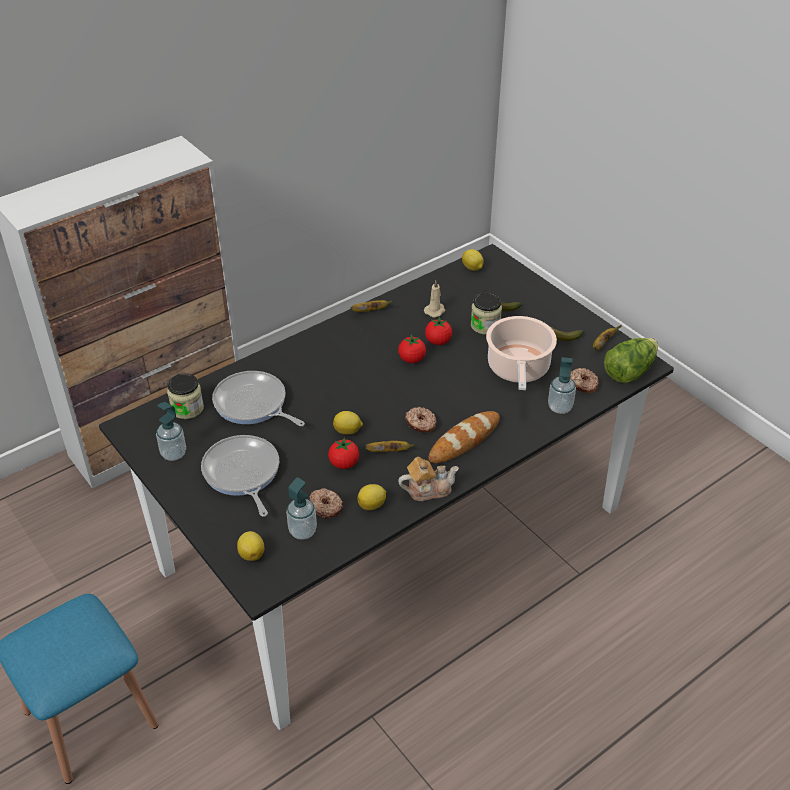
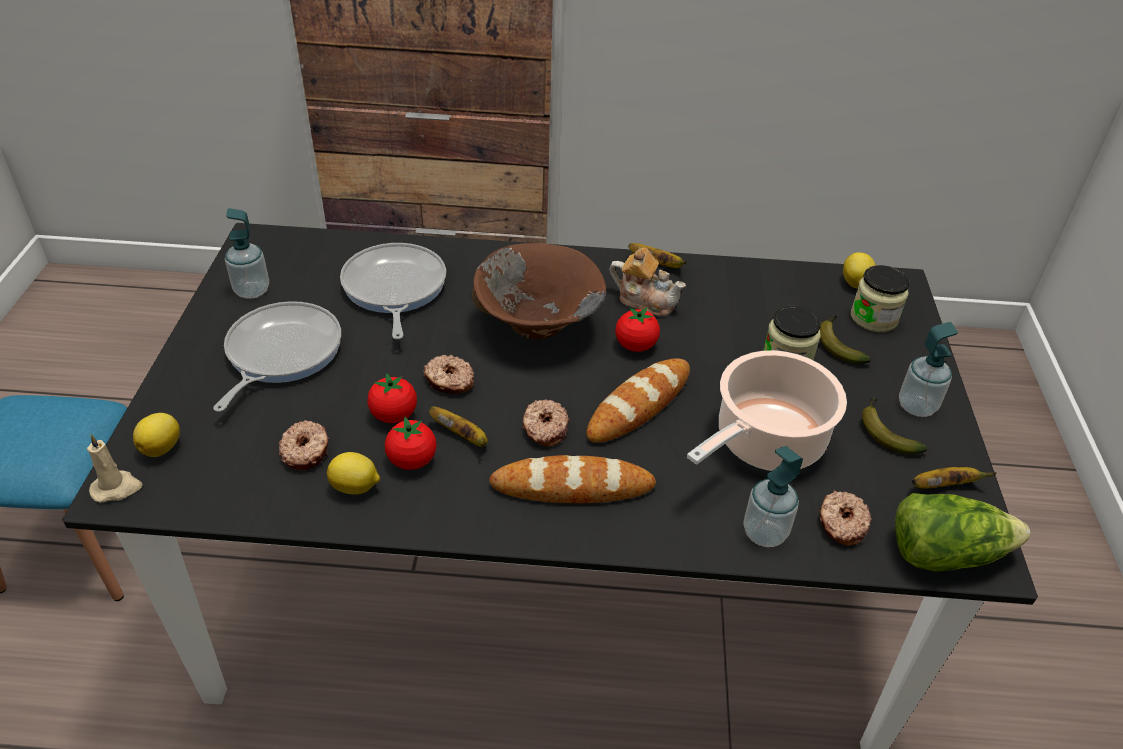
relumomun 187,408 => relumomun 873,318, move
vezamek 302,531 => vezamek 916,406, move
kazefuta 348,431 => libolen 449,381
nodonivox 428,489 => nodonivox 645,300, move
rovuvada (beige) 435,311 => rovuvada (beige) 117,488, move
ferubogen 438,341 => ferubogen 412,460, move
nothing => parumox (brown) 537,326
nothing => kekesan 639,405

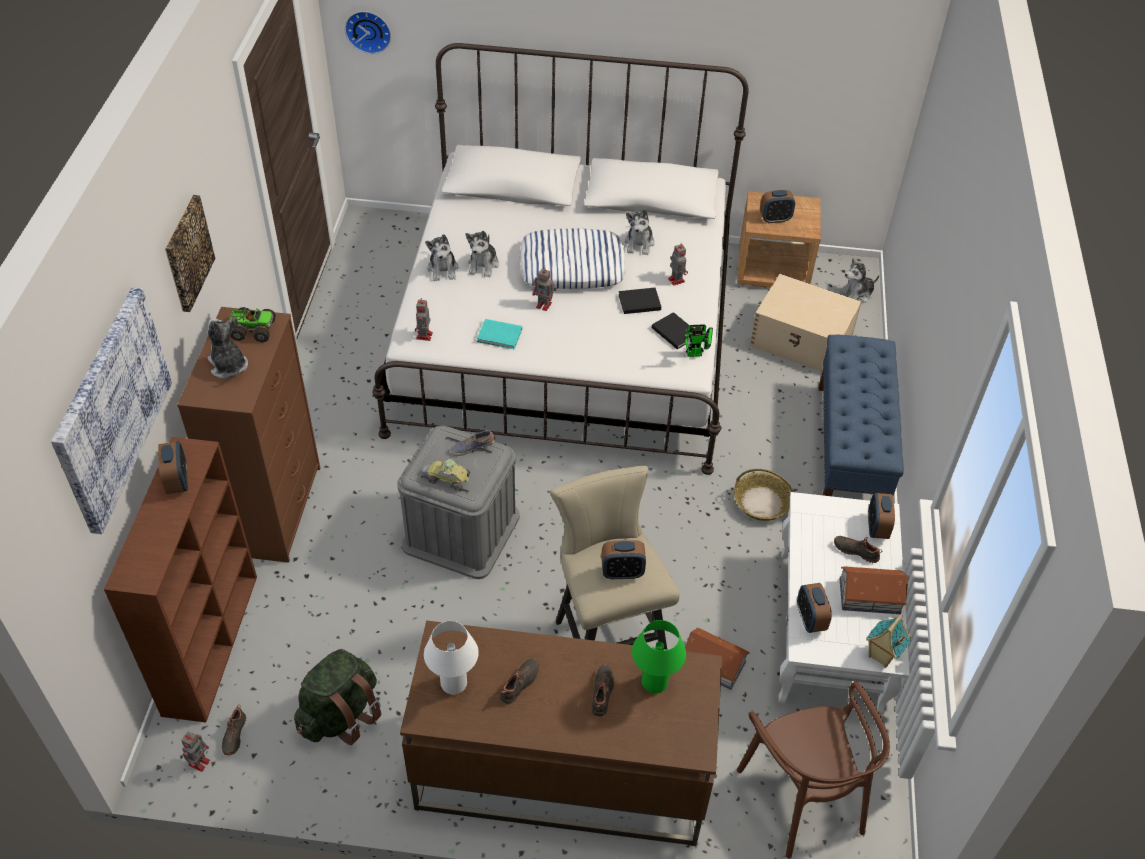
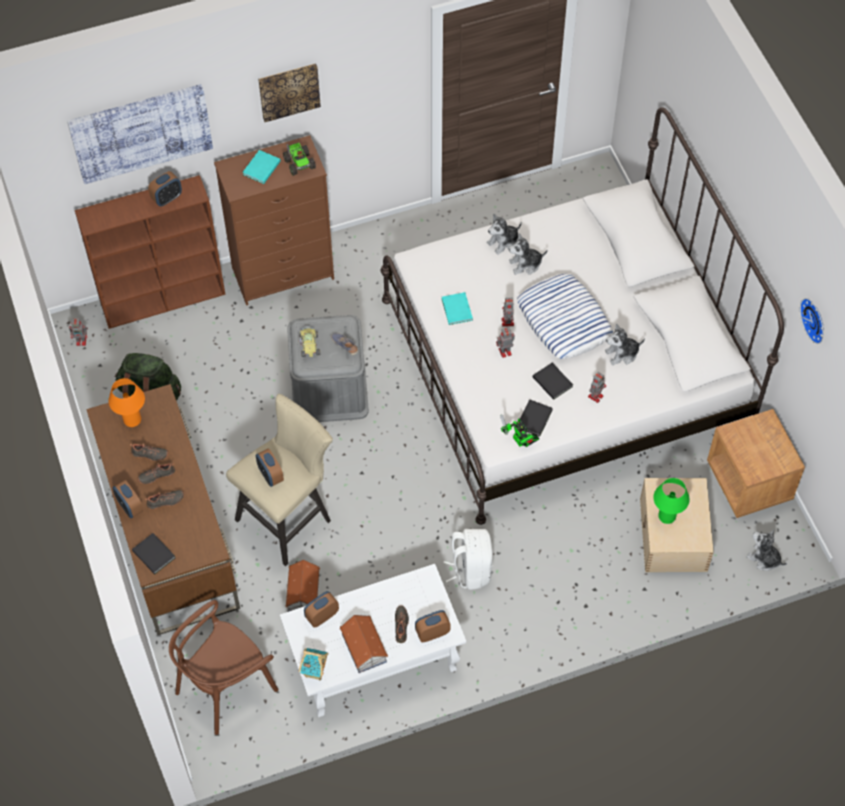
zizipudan 228,366 => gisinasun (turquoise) 260,168
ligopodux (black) 233,735 => ligopodux (black) 156,475, move
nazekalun 368,30 => nazekalun 815,319, move
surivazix 424,336 => surivazix 504,352, move
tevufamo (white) 453,683 => tevufamo (orange) 132,420
tevufamo (green) 654,682 => tevufamo (green) 666,516, move
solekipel 761,503 => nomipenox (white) 470,569
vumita 775,219 => vumita 130,507, move
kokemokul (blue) 849,451 => nothing
nothing => gisinasun (black) 153,553

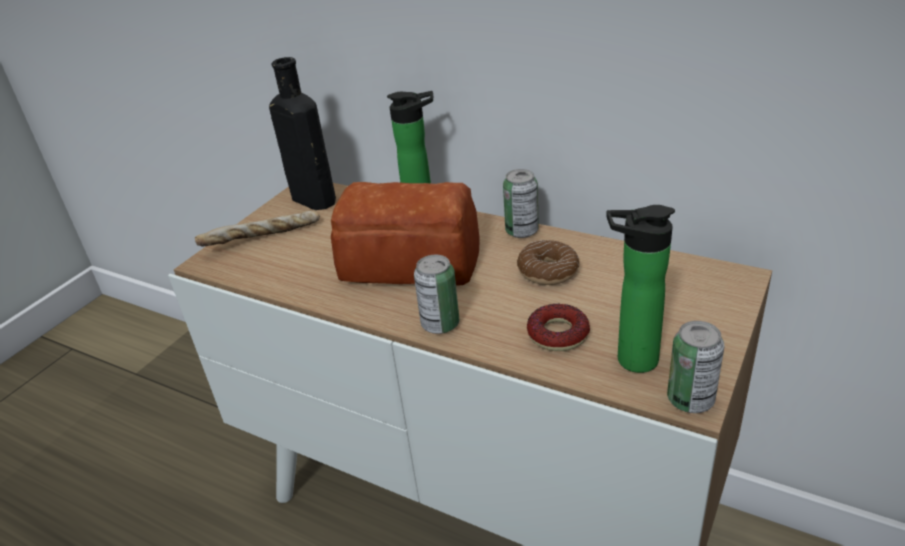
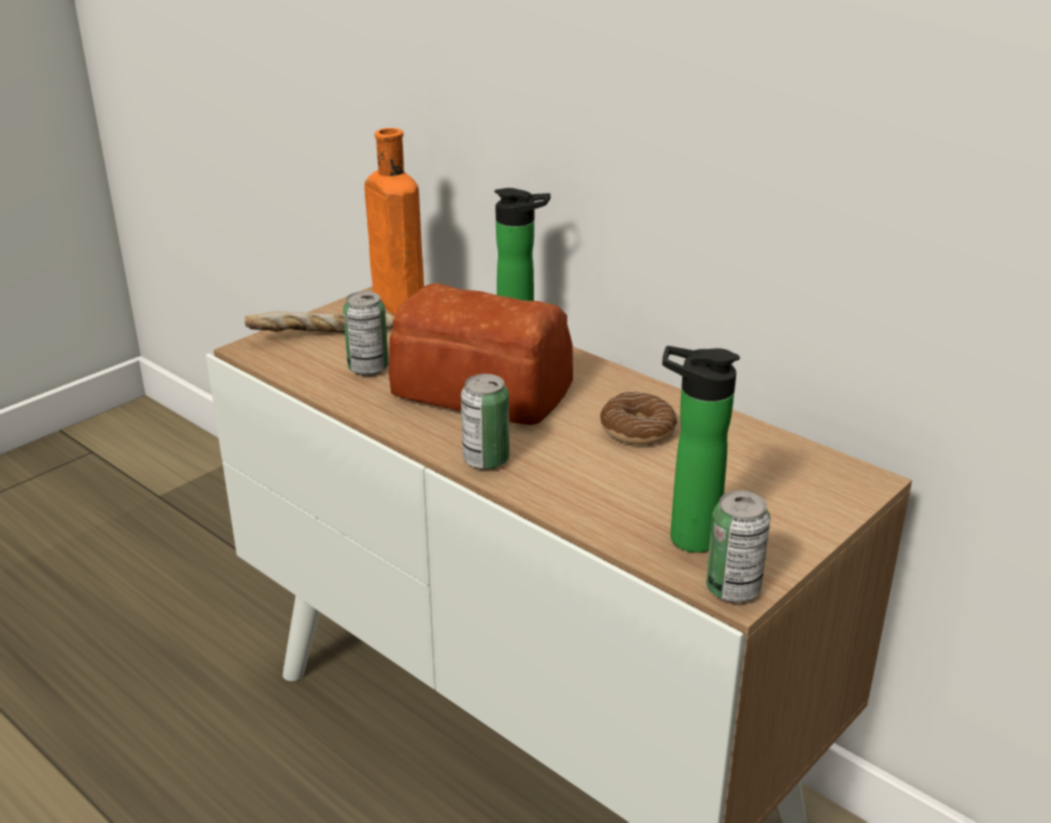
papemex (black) 311,198 => papemex (orange) 396,303
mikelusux 522,231 => mikelusux 368,368, move
libolen 558,334 => nothing

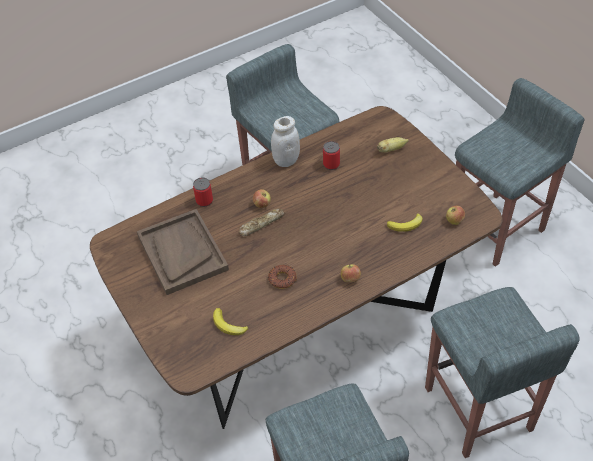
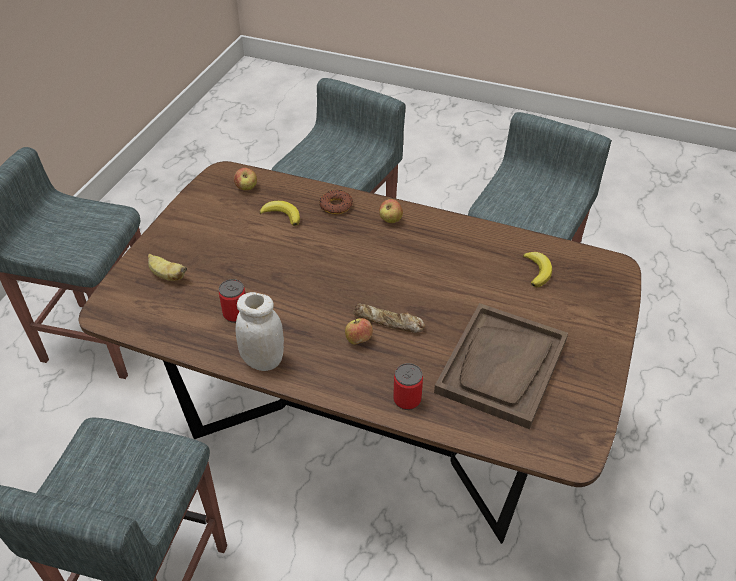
libolen 282,279 => libolen 336,206, move

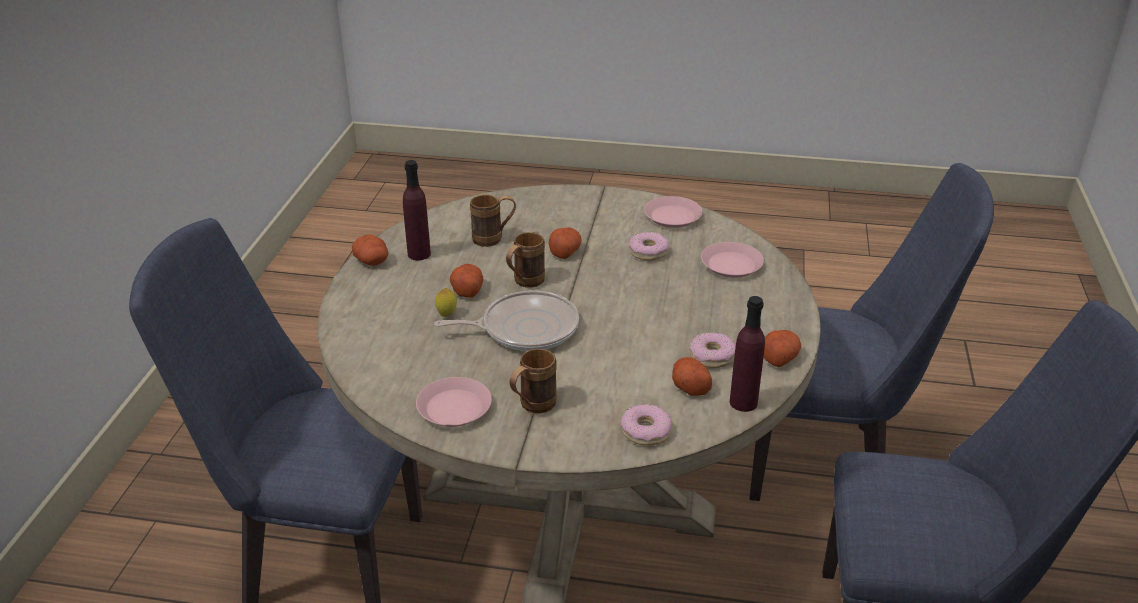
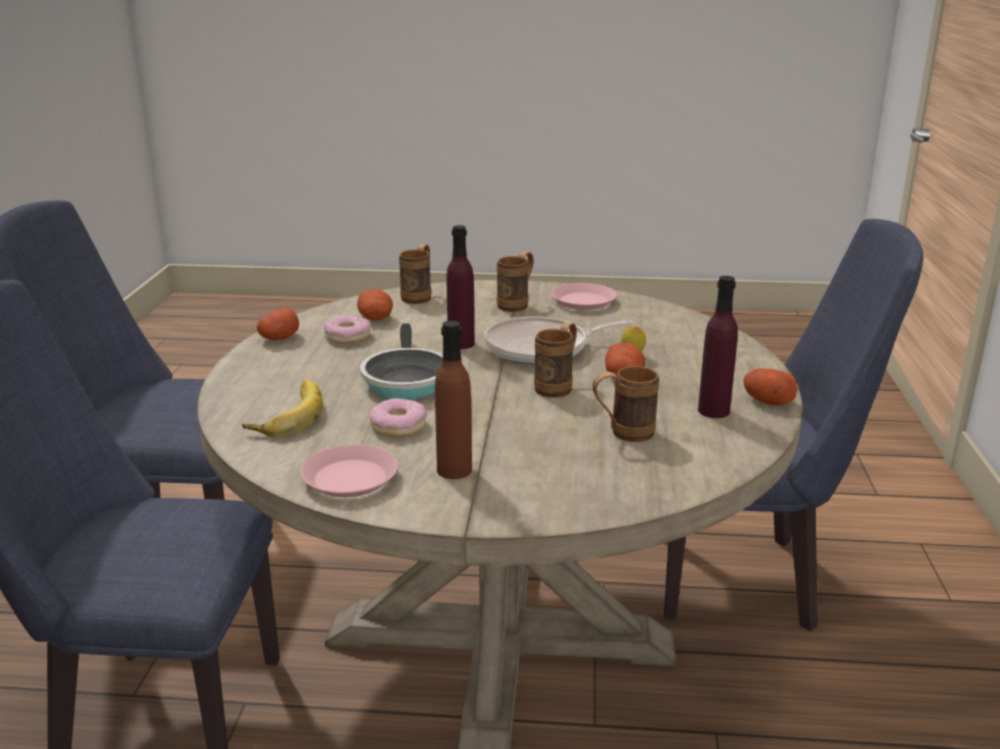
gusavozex 564,252 => nothing
libolen 646,431 => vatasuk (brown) 419,296
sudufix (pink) 732,265 => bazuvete 286,415
papemex (purple) 743,402 => papemex (purple) 461,343, move
nothing => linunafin 405,380
nothing => papemex (brown) 454,470

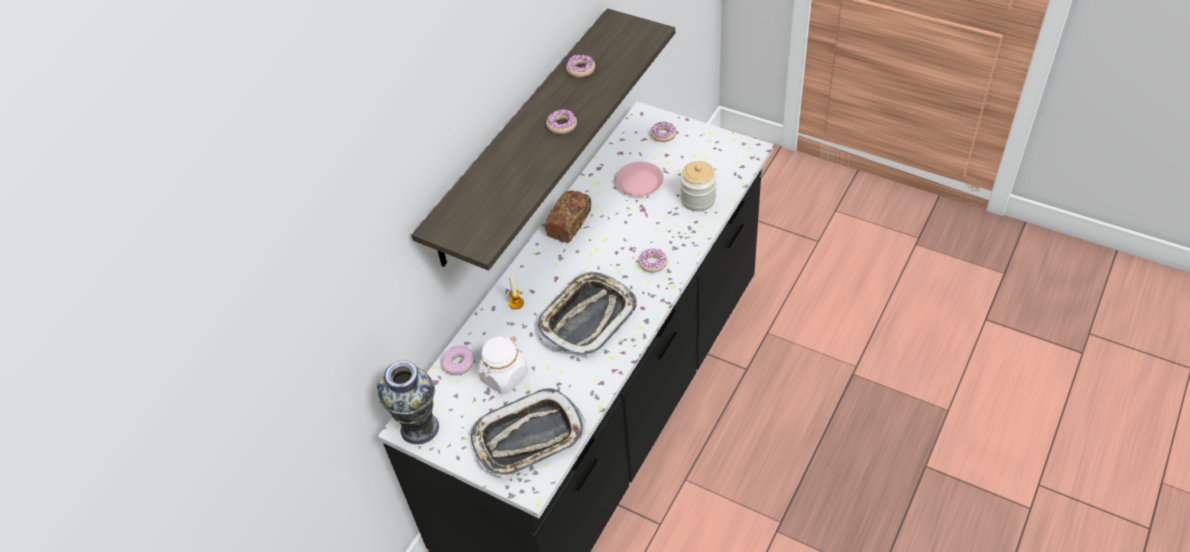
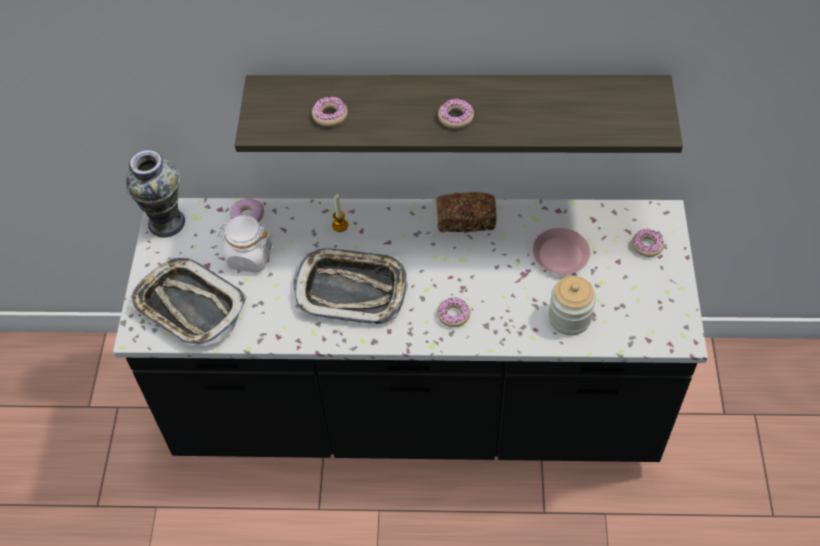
libolen 580,69 => libolen 330,115, move

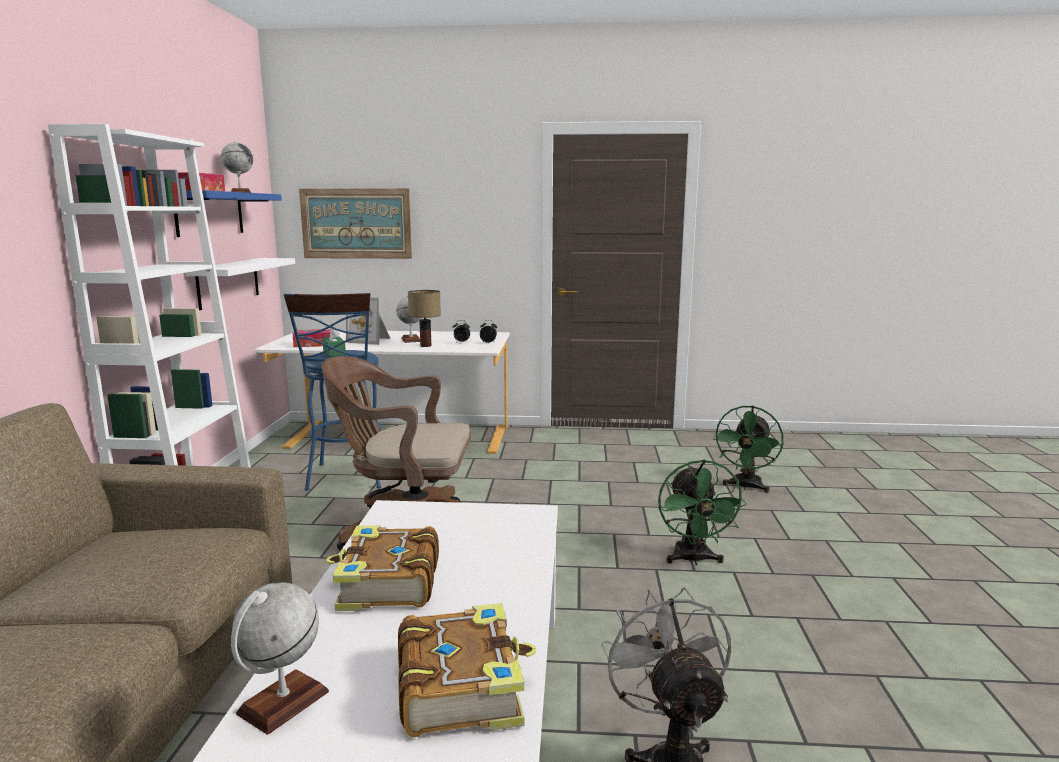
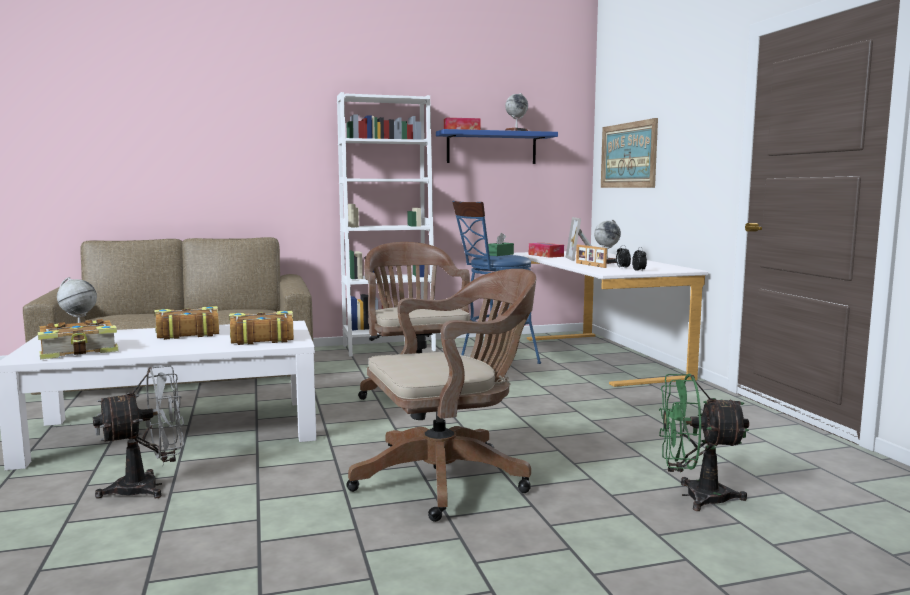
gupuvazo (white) 228,282 => nothing
tevufamo 426,345 => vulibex 590,265
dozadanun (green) 693,560 => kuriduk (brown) 449,479
nothing => gisinasun 261,338

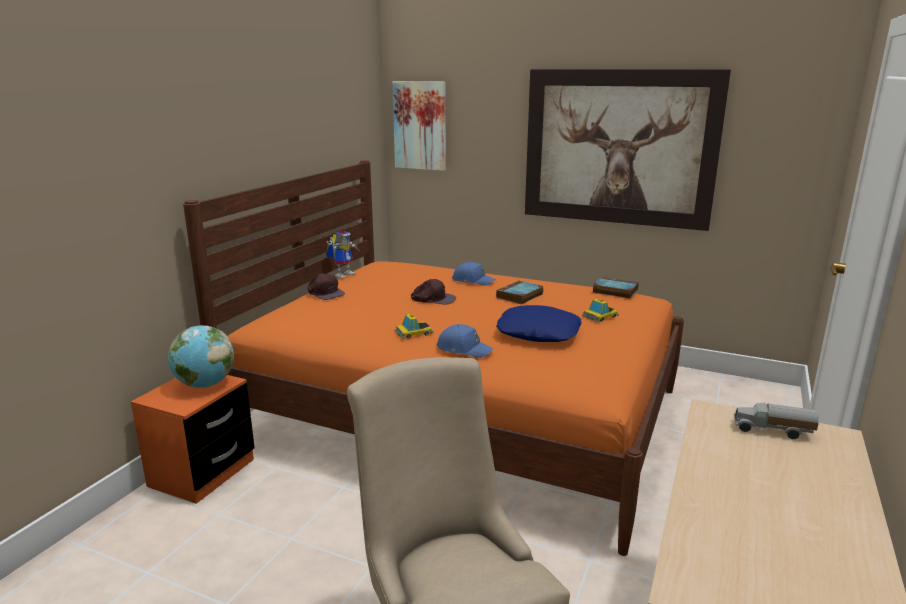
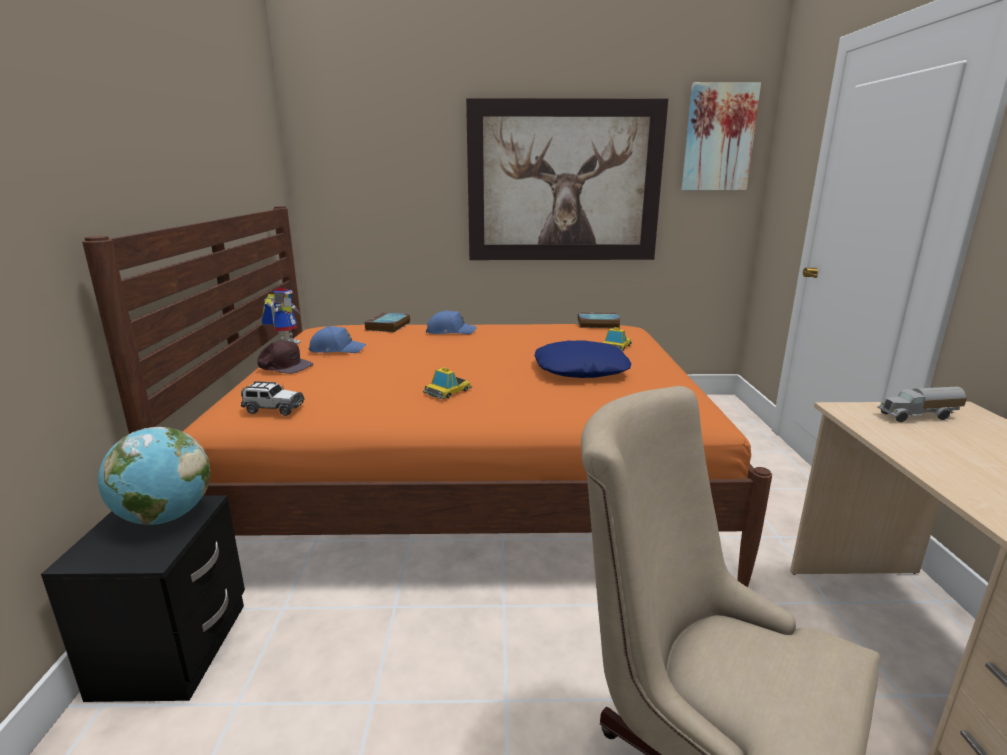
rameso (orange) 202,473 => rameso (black) 173,649
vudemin 420,125 => vudemin 718,138, move
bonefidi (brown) 433,299 => nothing
bonefidi (blue) 464,349 => bonefidi (blue) 337,349, move
gisinasun 519,296 => gisinasun 388,326, move
nothing => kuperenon 273,409

